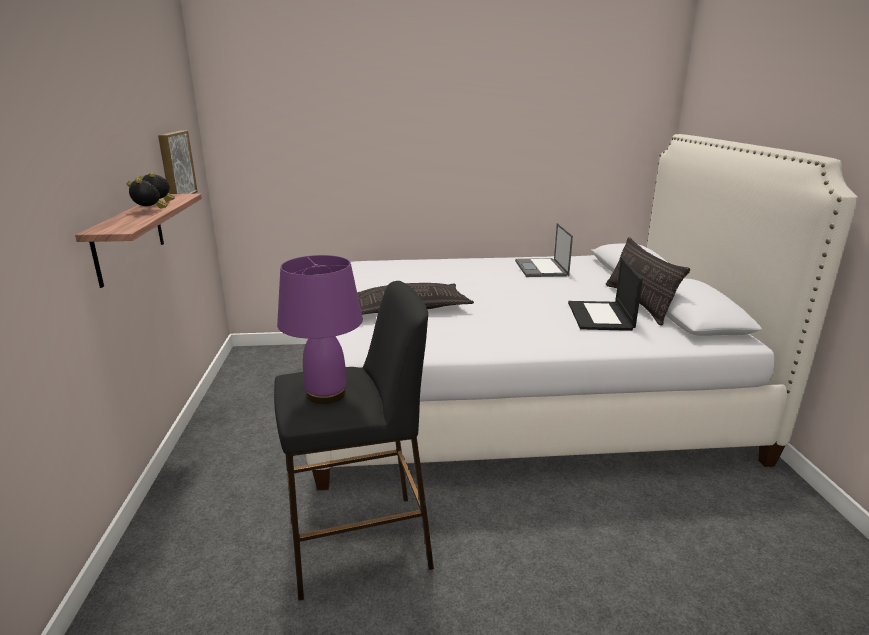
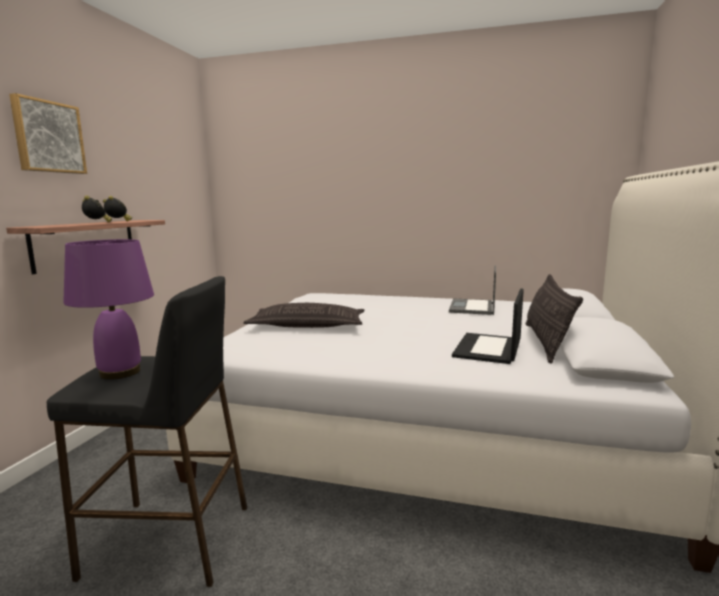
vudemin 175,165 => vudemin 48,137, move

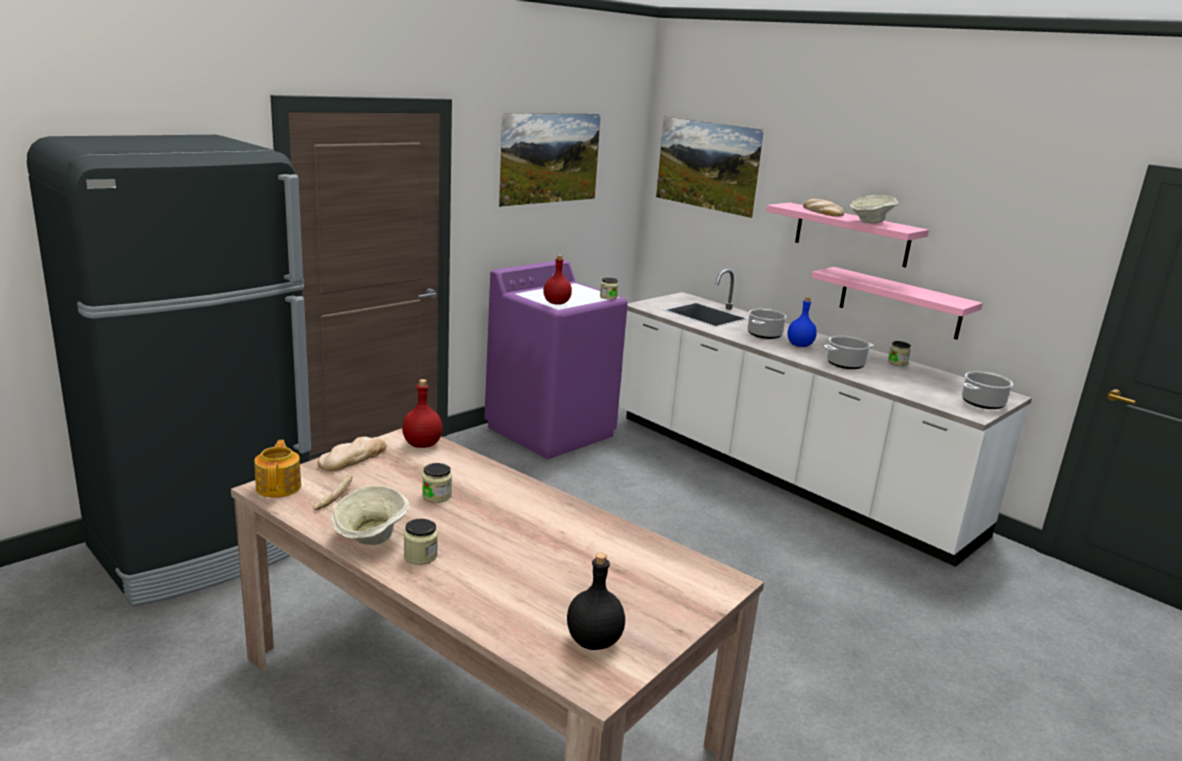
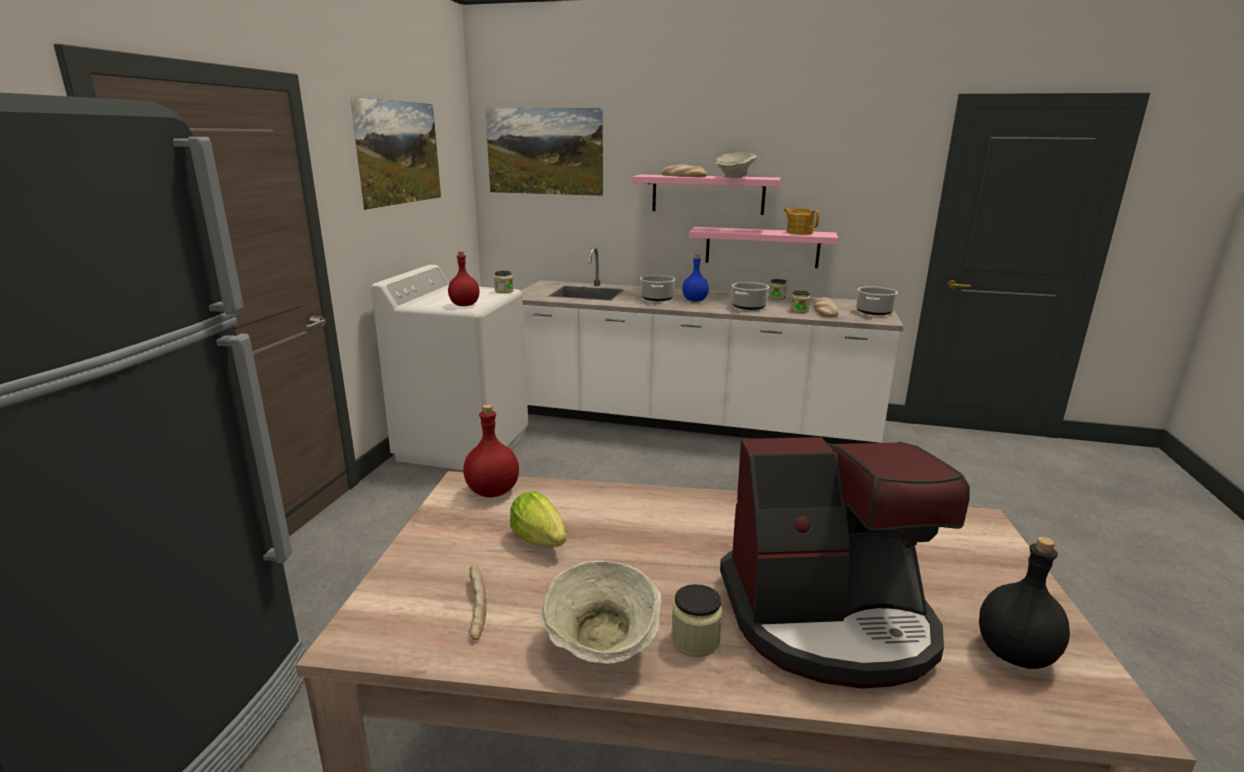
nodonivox 279,487 => nodonivox 799,232, move
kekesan 353,457 => kekesan 824,310, move
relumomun 436,496 => relumomun 799,310, move
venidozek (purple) 551,431 => venidozek (white) 464,445
nothing => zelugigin 542,543
nothing => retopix 828,618

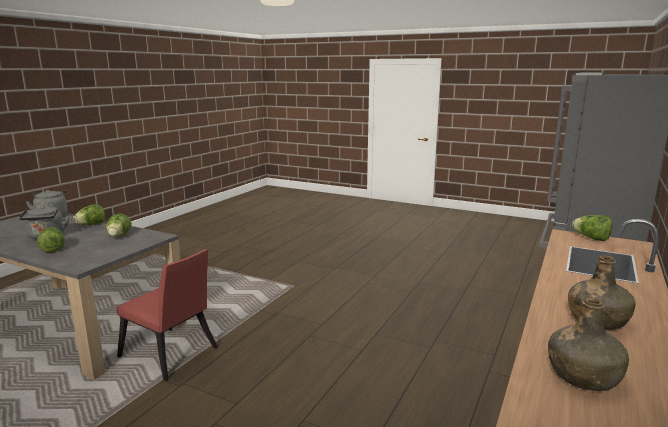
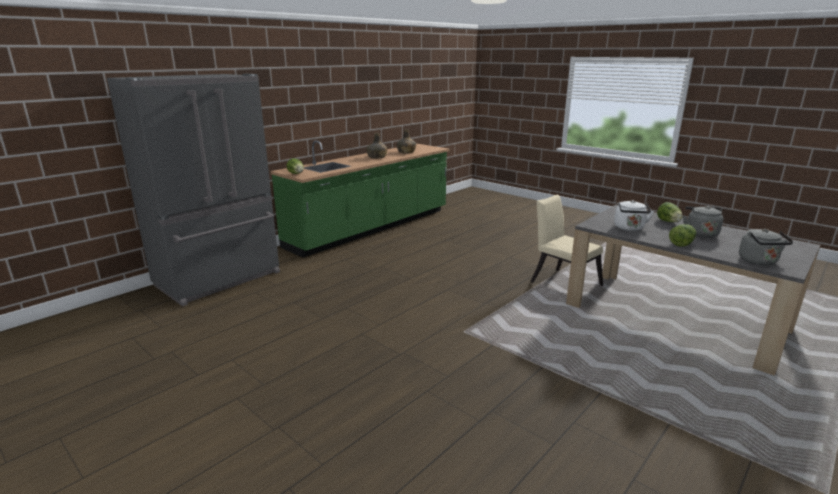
zelugigin 119,236 => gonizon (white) 629,228
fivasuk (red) 171,355 => fivasuk (beige) 562,282

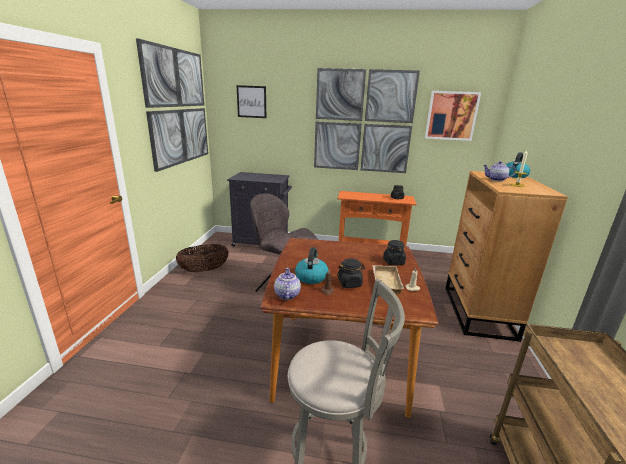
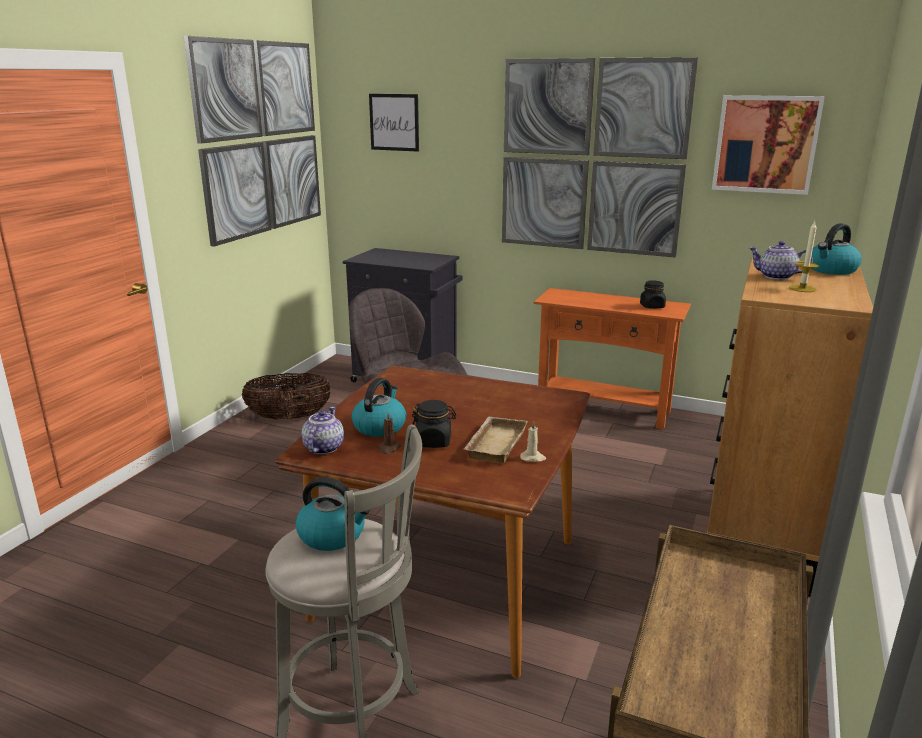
relumomun (black) 393,262 => nothing
nothing => gonizon 333,535

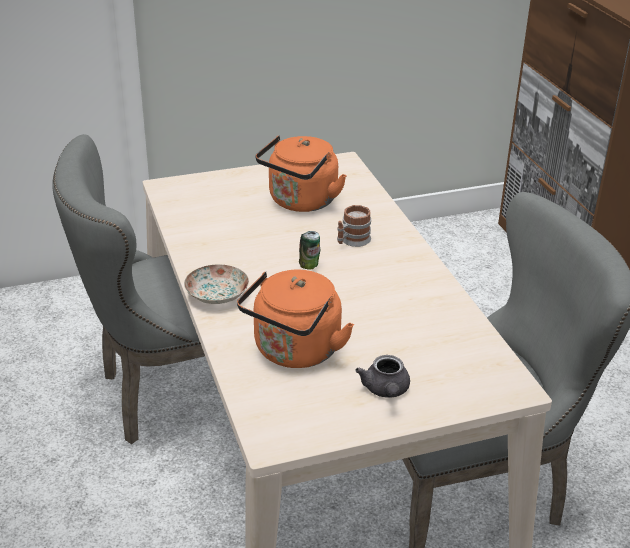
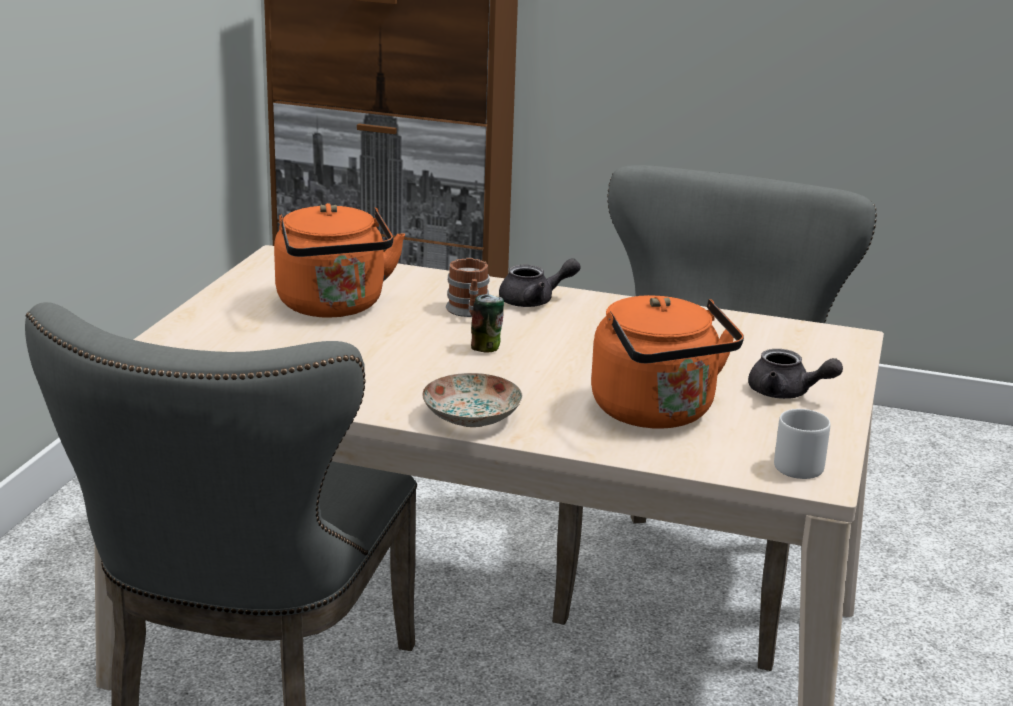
nothing => nodonivox (grey) 534,301
nothing => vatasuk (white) 797,464

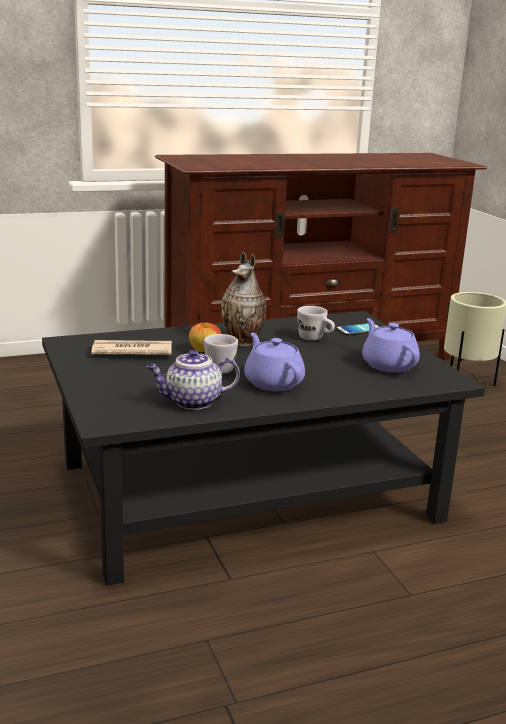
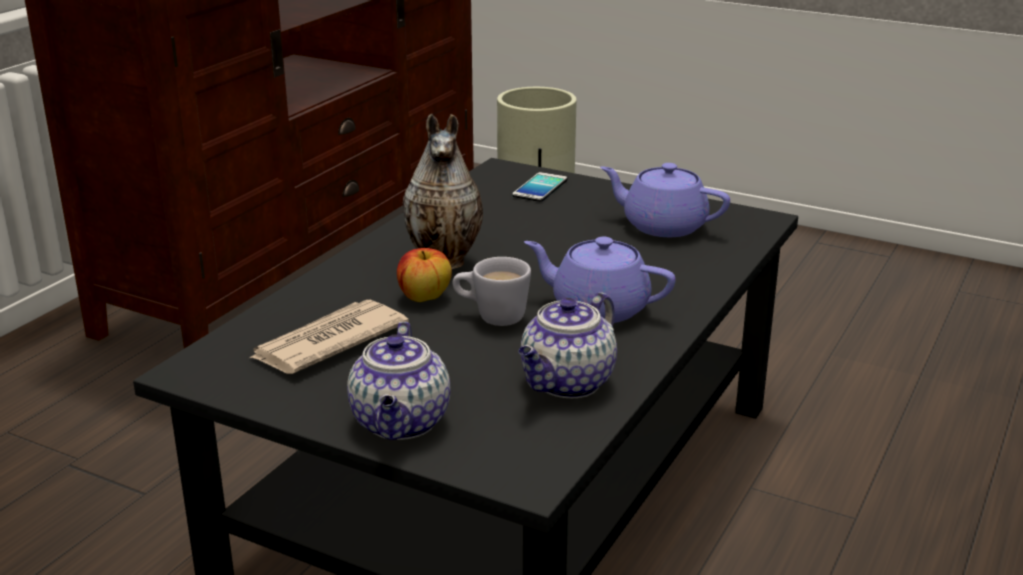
vatasuk (white) 315,339 => nothing
nothing => nodonivox 401,424

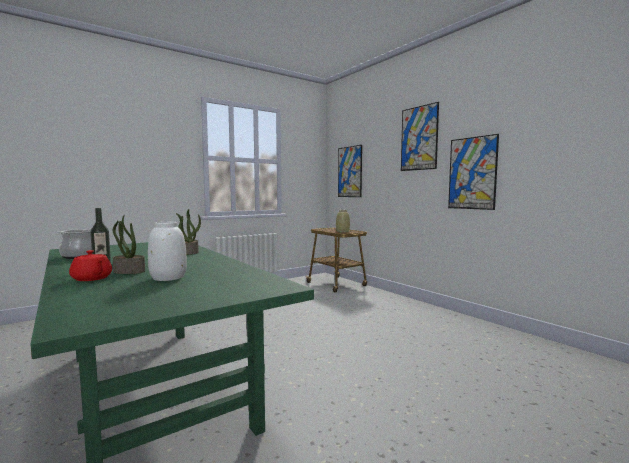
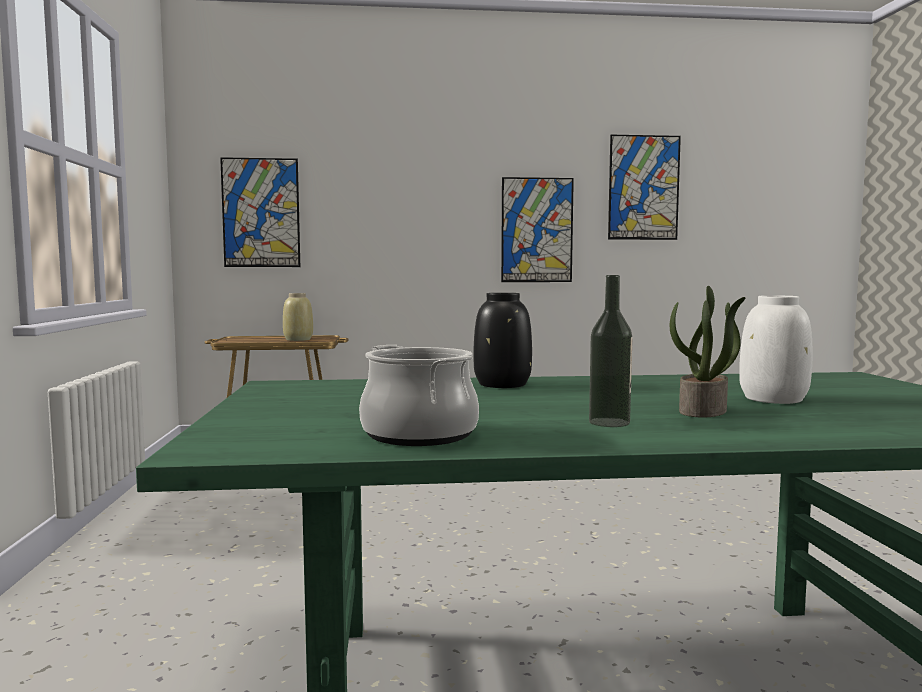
nodonivox (red) 91,279 => nothing
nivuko 190,252 => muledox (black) 501,384
vudemin 419,138 => vudemin 643,188, move

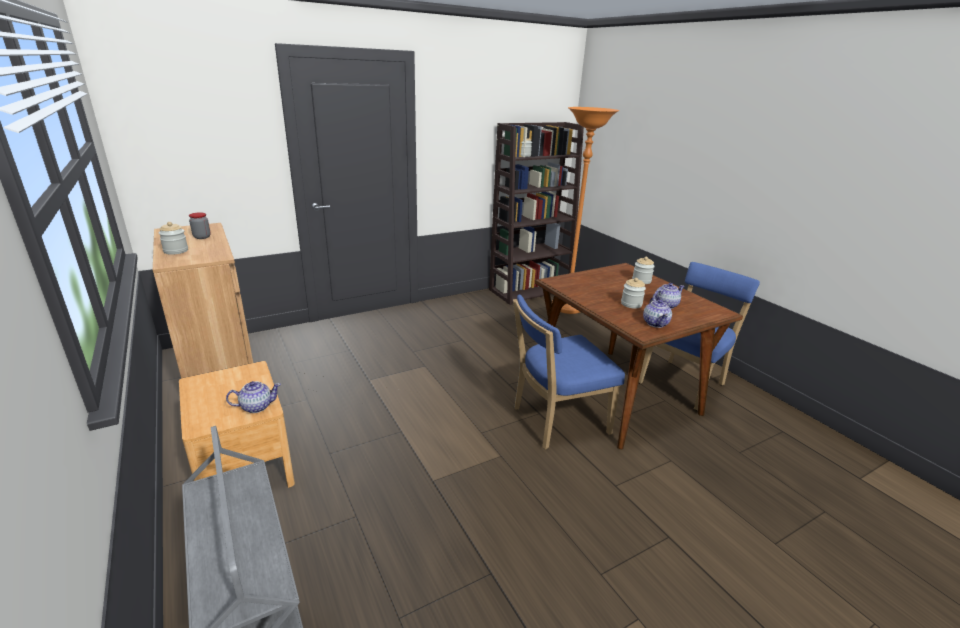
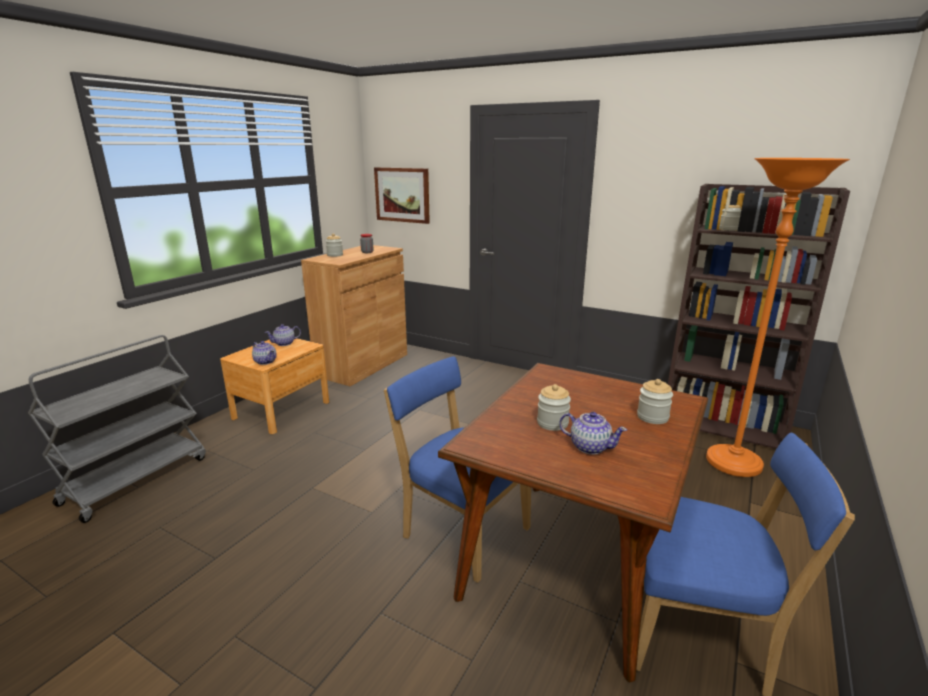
nodonivox 655,323 => nodonivox 284,343, move
nothing => vudemin 402,195

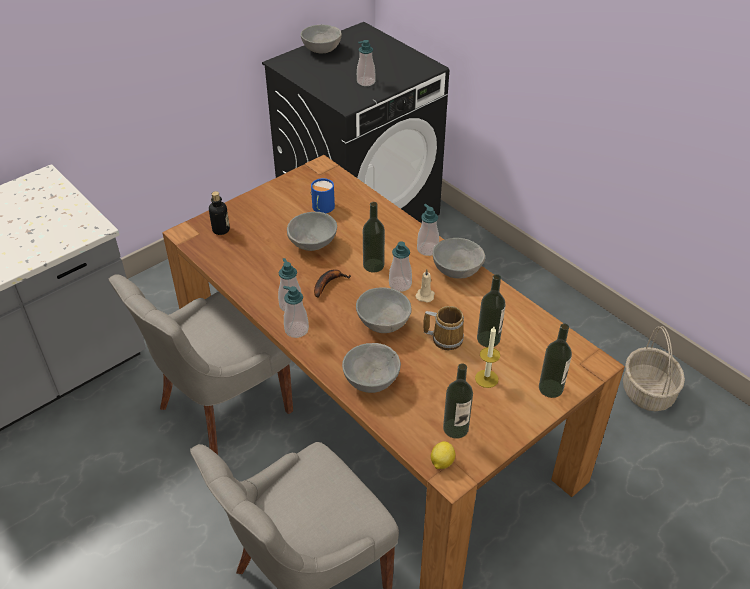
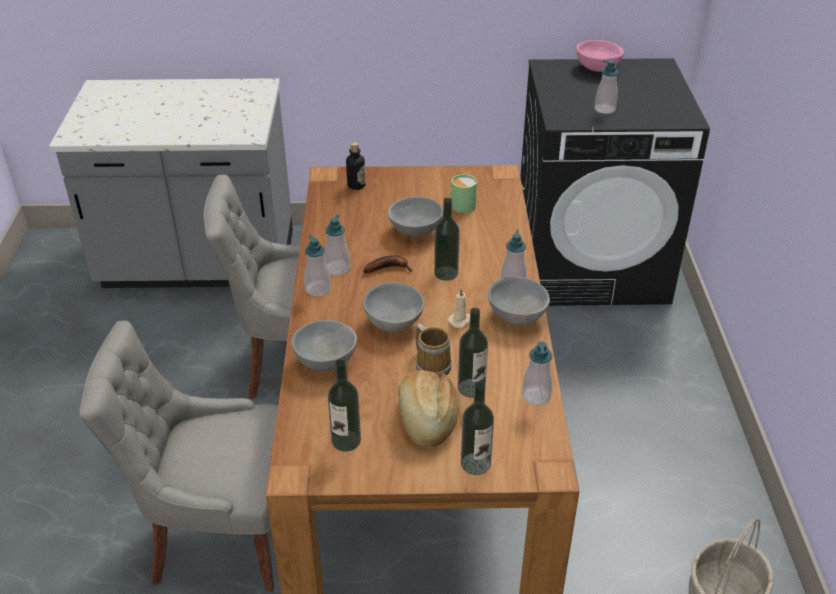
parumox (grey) 321,50 => parumox (pink) 597,68
vatasuk (blue) 322,208 => vatasuk (green) 460,206
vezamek 400,284 => vezamek 536,396, move
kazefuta 441,462 => nothing
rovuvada 486,378 => kekesan 426,419

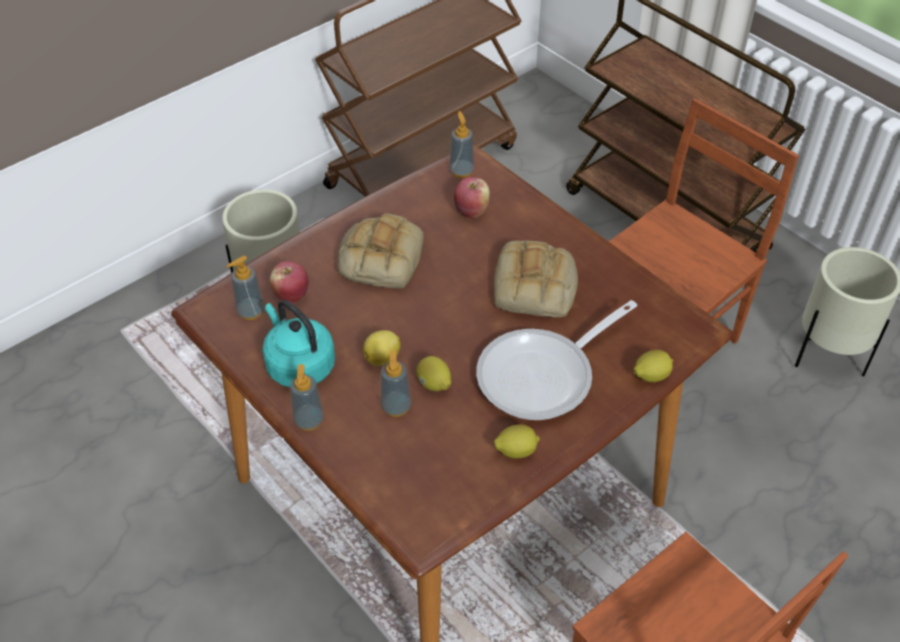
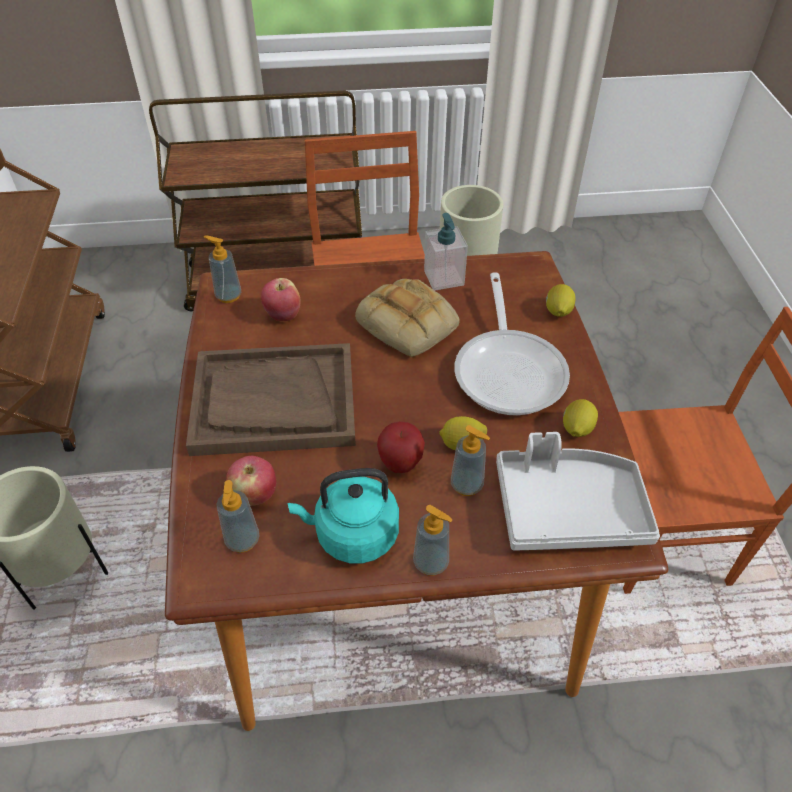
kekesan 380,257 => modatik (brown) 273,402
kazefuta 383,358 => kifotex 400,464
nothing => vezamek 444,278
nothing => modatik (grey) 568,509

